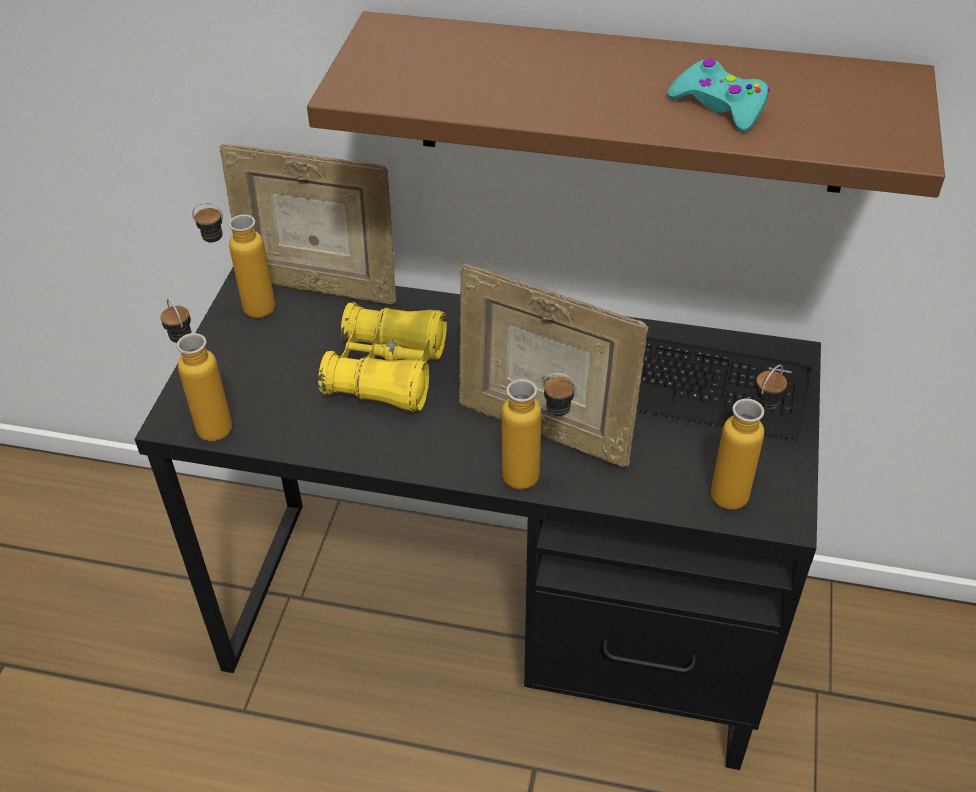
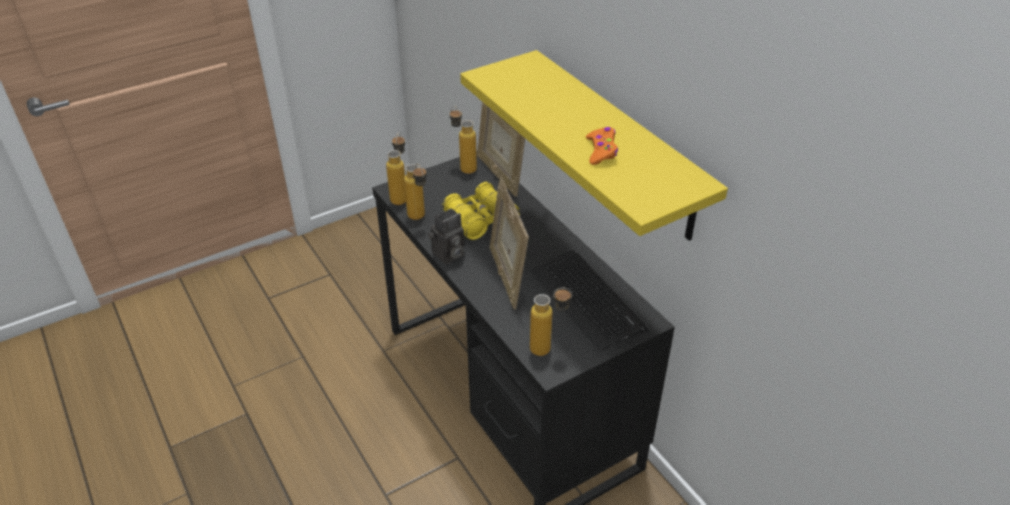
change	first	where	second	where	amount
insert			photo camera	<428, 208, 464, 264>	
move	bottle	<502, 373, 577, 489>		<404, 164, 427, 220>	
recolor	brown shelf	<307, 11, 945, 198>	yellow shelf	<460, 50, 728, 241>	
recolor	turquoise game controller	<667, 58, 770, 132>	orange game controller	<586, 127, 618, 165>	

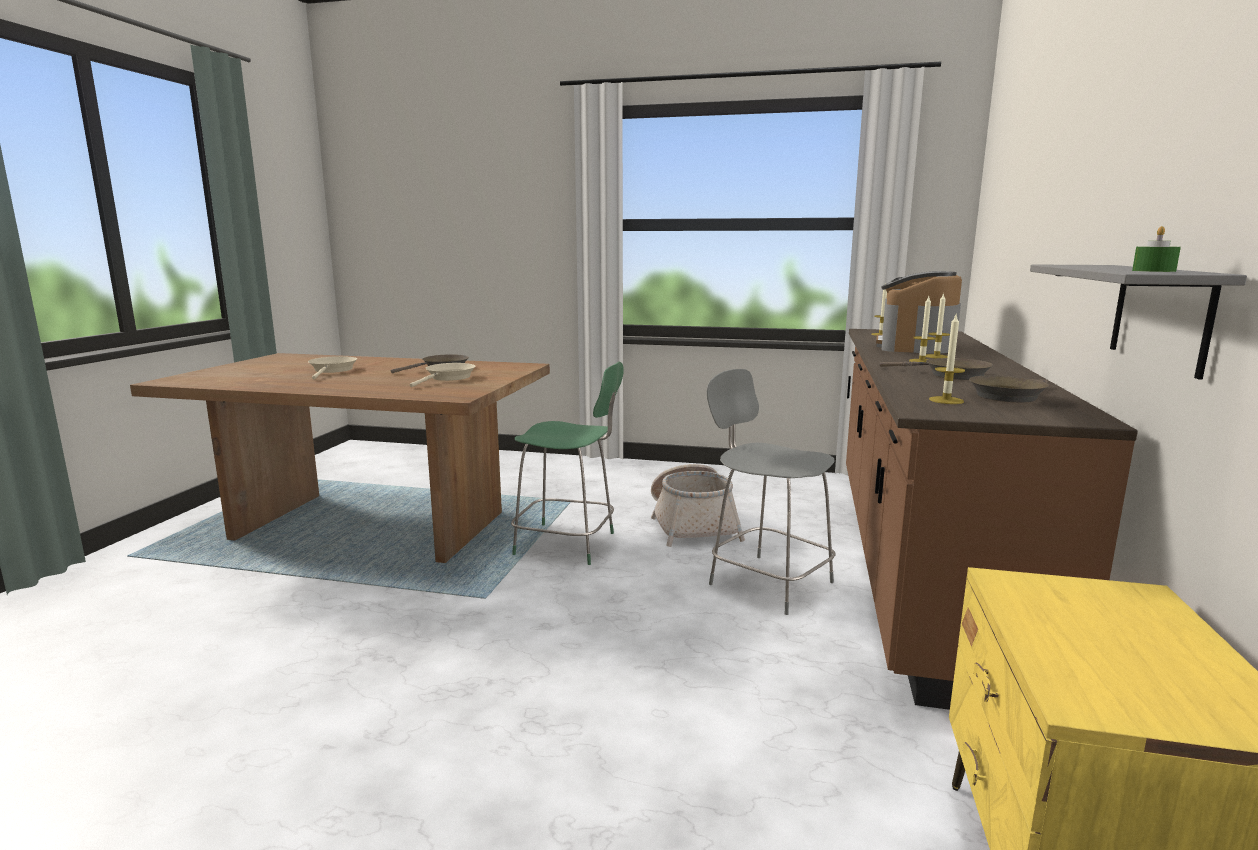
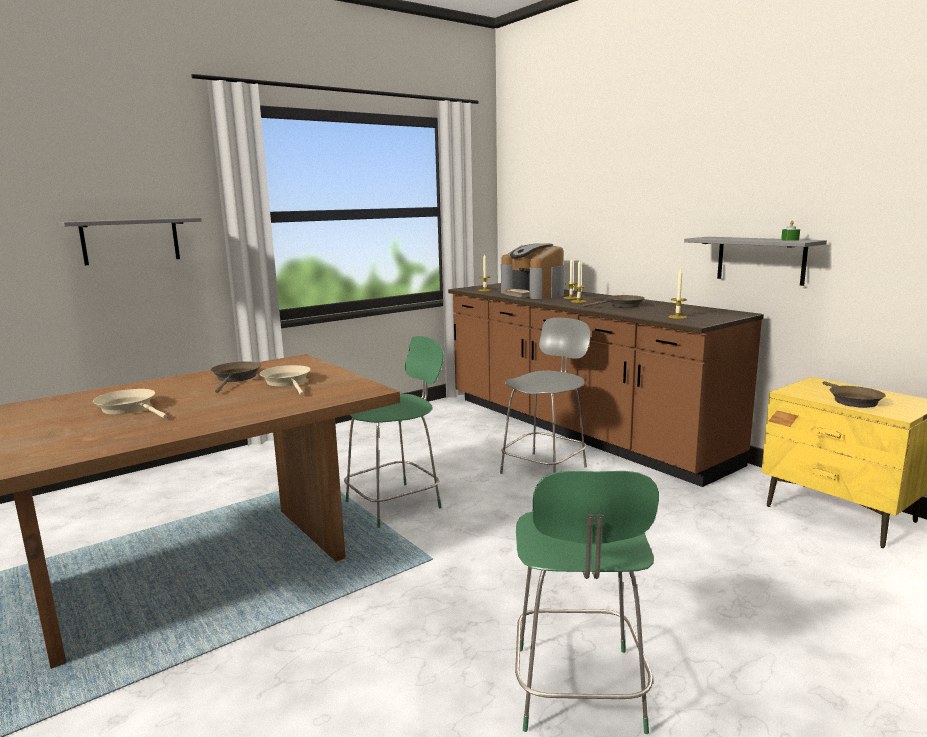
change	first	where	second	where	amount
delete	basket	<651, 464, 745, 547>			
insert			grey shelf	<59, 218, 202, 265>	
insert			green chair	<515, 471, 659, 734>	
move	brown frying pan	<969, 375, 1049, 402>		<823, 381, 886, 408>	
rotate	grey chair	<707, 369, 836, 615>		<500, 318, 591, 474>	135 degrees clockwise

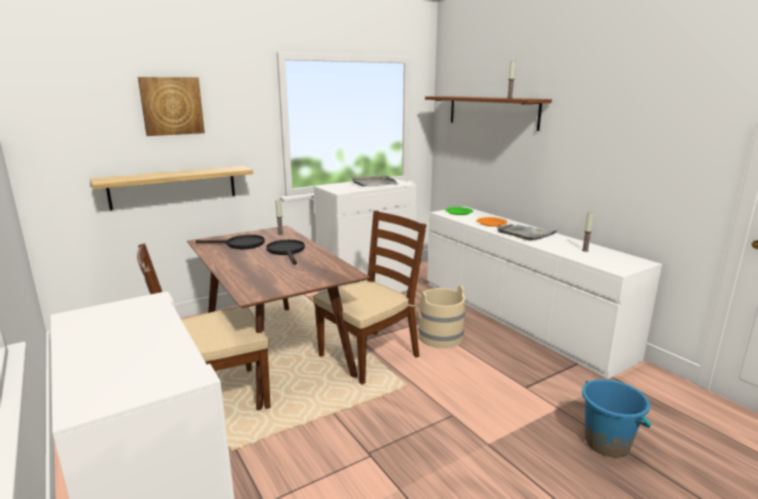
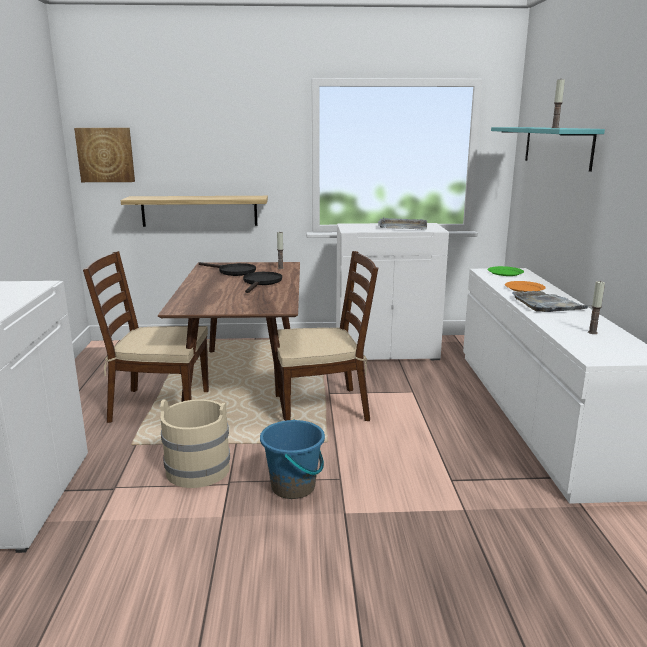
change	first	where	second	where	amount
move	picture	<138, 77, 205, 136>		<74, 128, 135, 182>	
move	beige bucket	<418, 285, 465, 348>		<160, 399, 230, 488>	
move	blue bucket	<582, 379, 651, 458>		<260, 419, 325, 499>	
recolor	brown shelf	<425, 96, 552, 131>	turquoise shelf	<491, 127, 605, 172>	

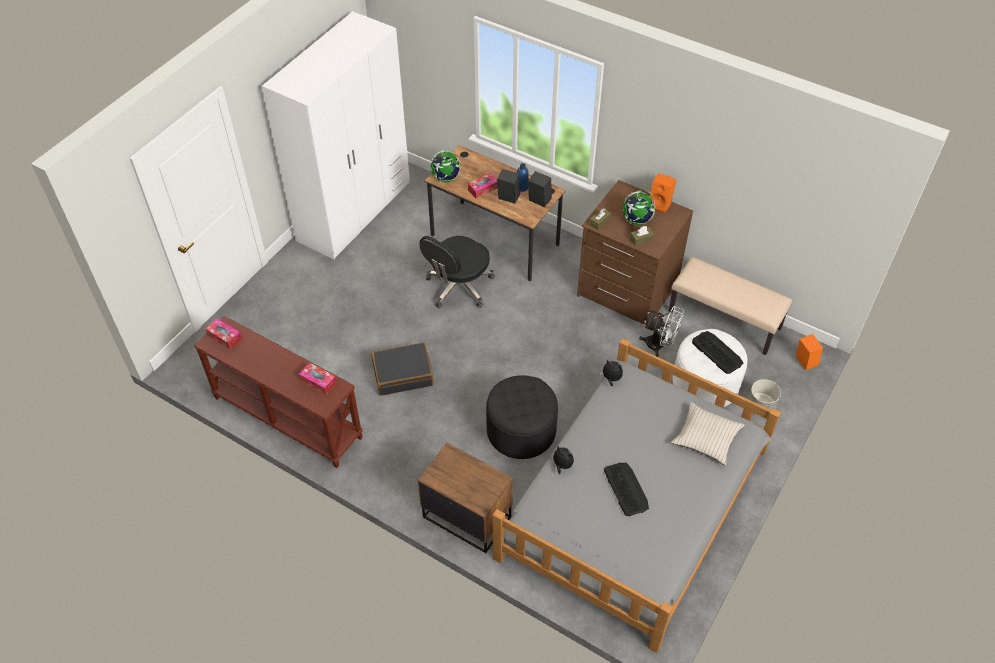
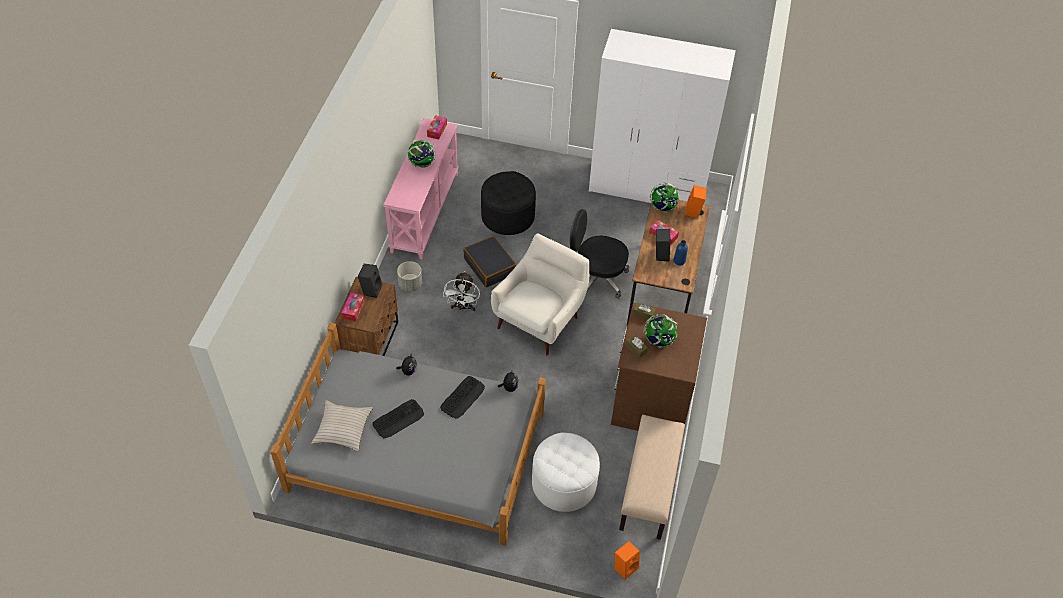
change	first	where	second	where	amount
insert			globe	<407, 138, 436, 168>	
insert			white armchair	<491, 233, 589, 355>	
move	tissue box	<299, 362, 337, 394>		<342, 292, 365, 321>	
move	black ottoman	<486, 375, 558, 459>		<481, 171, 536, 235>	
move	black speaker	<528, 171, 552, 207>		<358, 264, 382, 298>	
move	white fan	<639, 306, 684, 357>		<443, 272, 480, 311>	
move	orange speaker	<650, 173, 676, 213>		<685, 185, 707, 218>	
move	beige pillow	<671, 402, 744, 465>		<311, 400, 373, 451>	
move	keyboard	<692, 331, 744, 374>		<440, 376, 485, 419>	
move	grey planter	<748, 379, 781, 415>		<397, 261, 422, 292>	
recolor	brown console table	<194, 316, 363, 468>	pink console table	<384, 118, 459, 259>	

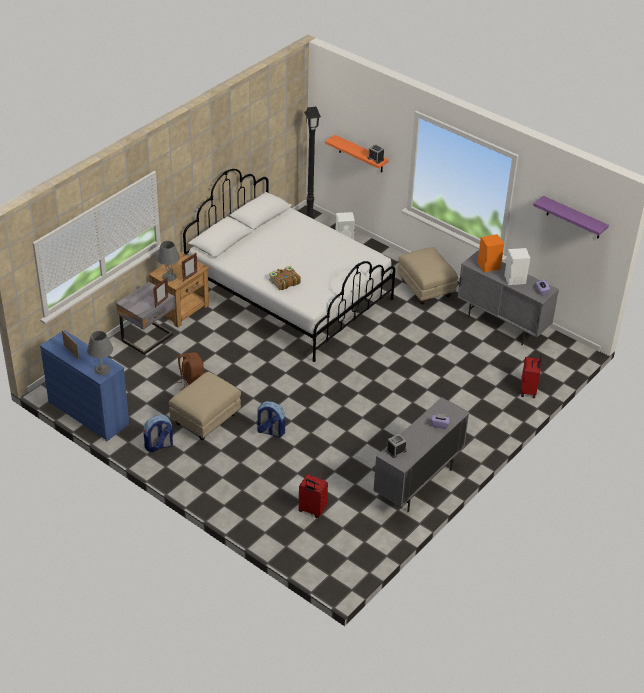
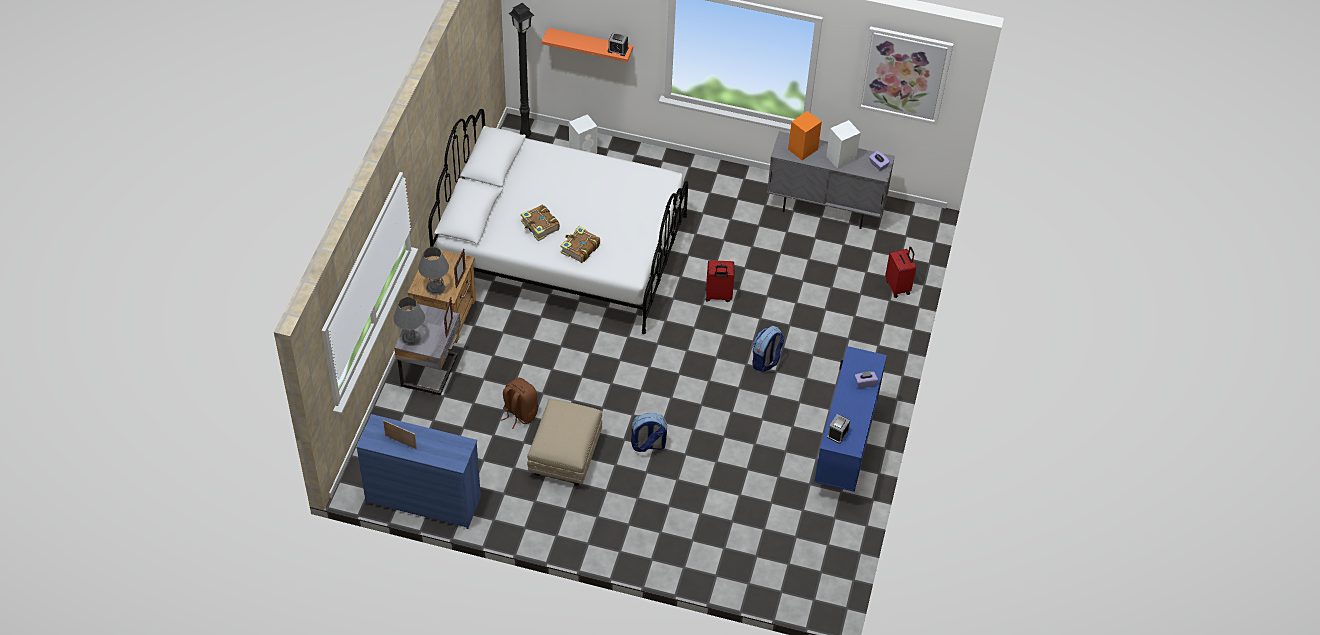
change	first	where	second	where	amount
delete	beige ottoman	<398, 247, 458, 304>			
insert			book	<521, 205, 560, 241>	
move	grey table lamp	<87, 331, 113, 375>		<393, 297, 425, 346>	
move	backpack	<143, 415, 173, 452>		<752, 326, 784, 372>	
move	red suitcase	<298, 474, 328, 518>		<705, 260, 734, 302>	
replace	purple shelf	<533, 196, 609, 239>	picture	<857, 26, 954, 125>	
recolor	grey cabinet	<373, 397, 469, 512>	blue cabinet	<814, 346, 887, 492>	

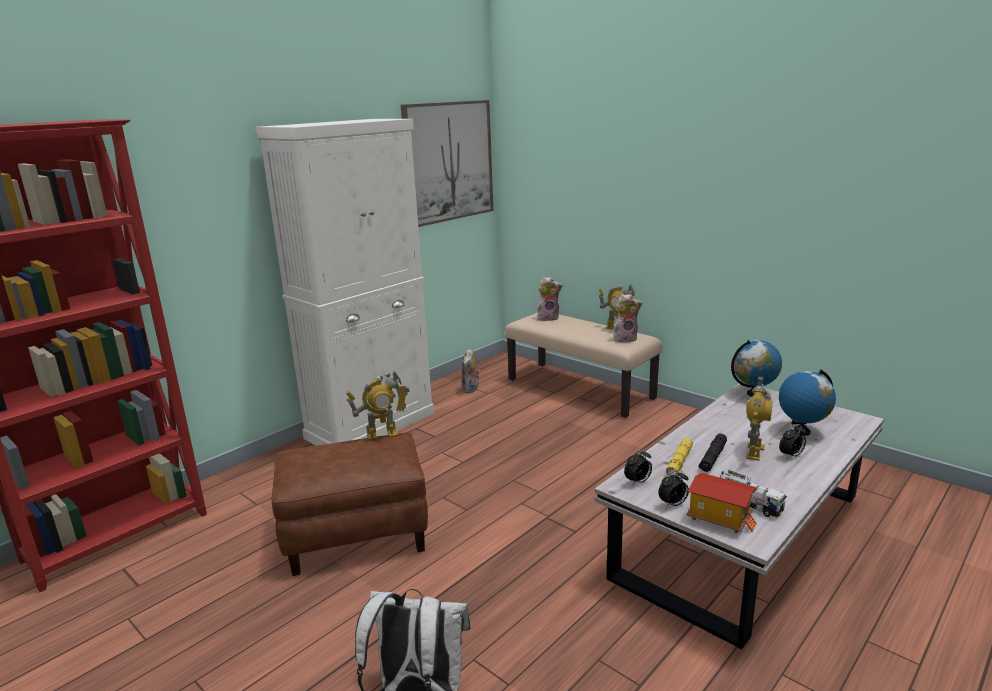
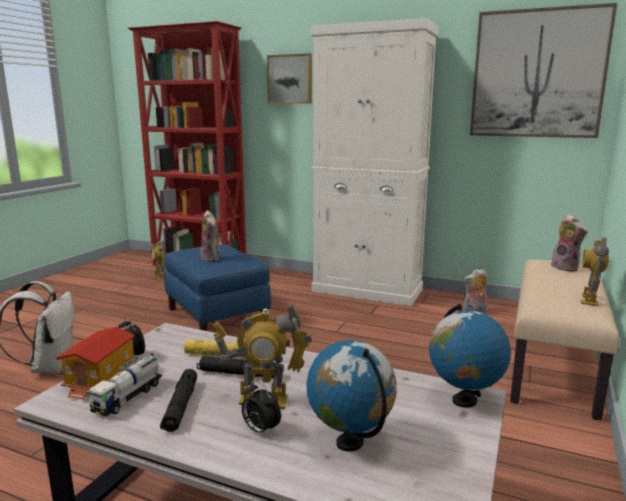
change	first	where	second	where	amount
delete	alarm clock	<624, 449, 652, 486>			
insert			black flashlight	<160, 369, 197, 432>	
insert			picture	<267, 54, 312, 104>	
move	toy robot	<346, 371, 410, 440>		<151, 241, 166, 280>	
move	plush toy	<613, 294, 642, 343>		<200, 210, 222, 262>	
recolor	brown ottoman	<272, 433, 428, 576>	blue ottoman	<164, 244, 271, 331>	

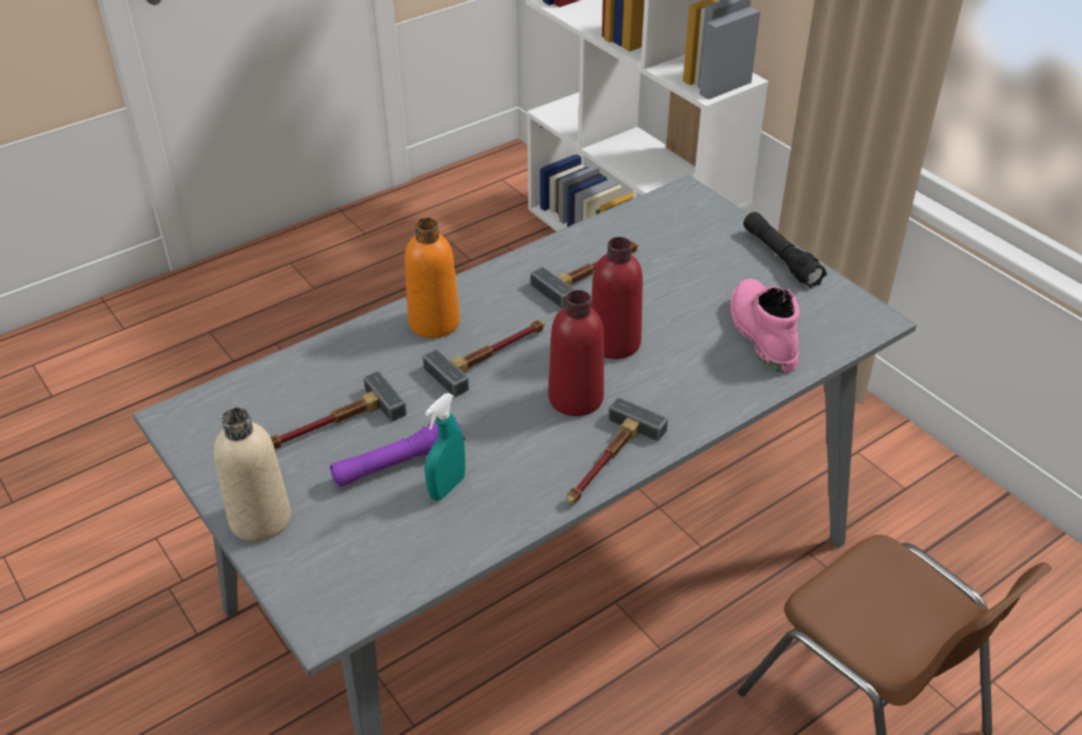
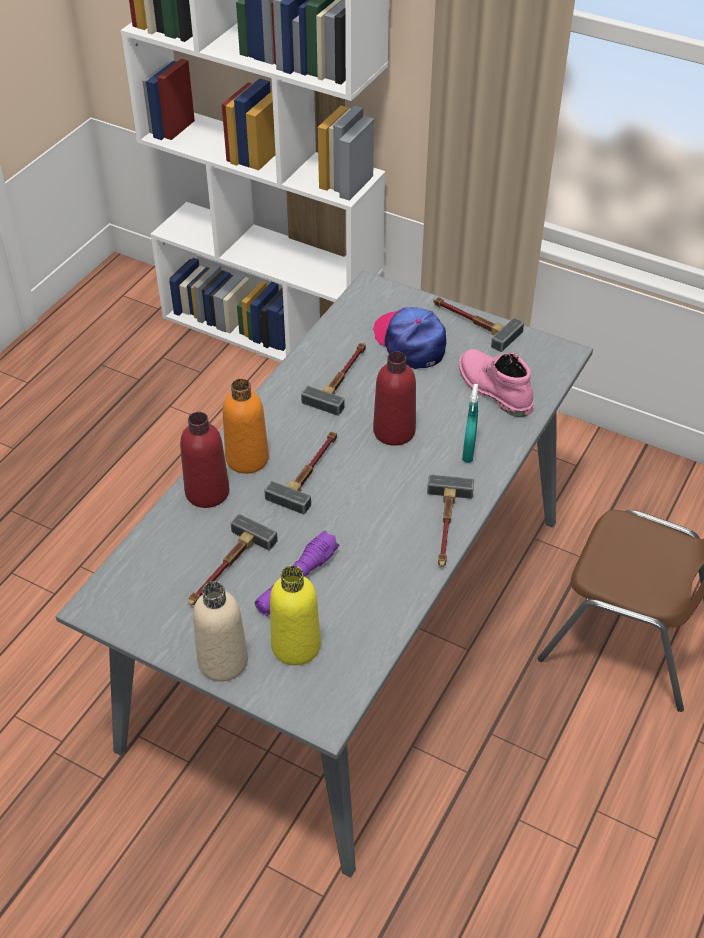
change	first	where	second	where	amount
insert			yellow bottle	<270, 566, 321, 665>	
insert			cap	<372, 307, 446, 369>	
move	turquoise spray bottle	<425, 393, 465, 500>		<462, 384, 478, 463>	
move	red bottle	<548, 290, 604, 416>		<180, 412, 229, 508>	
replace	black flashlight	<743, 212, 827, 288>	hammer	<433, 297, 524, 352>	

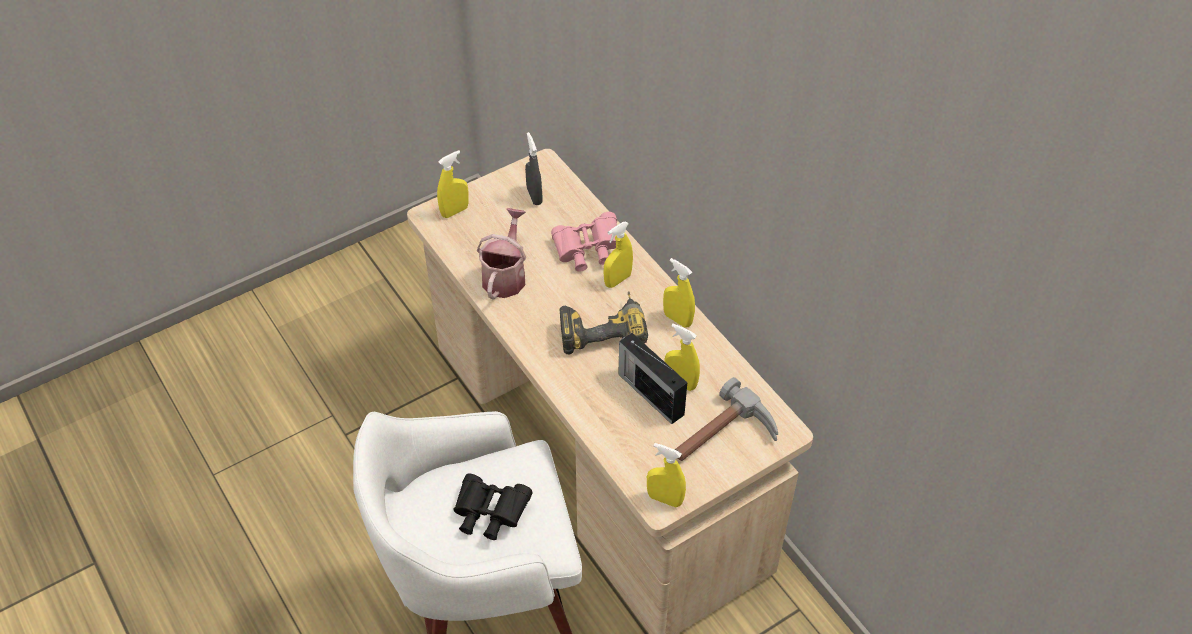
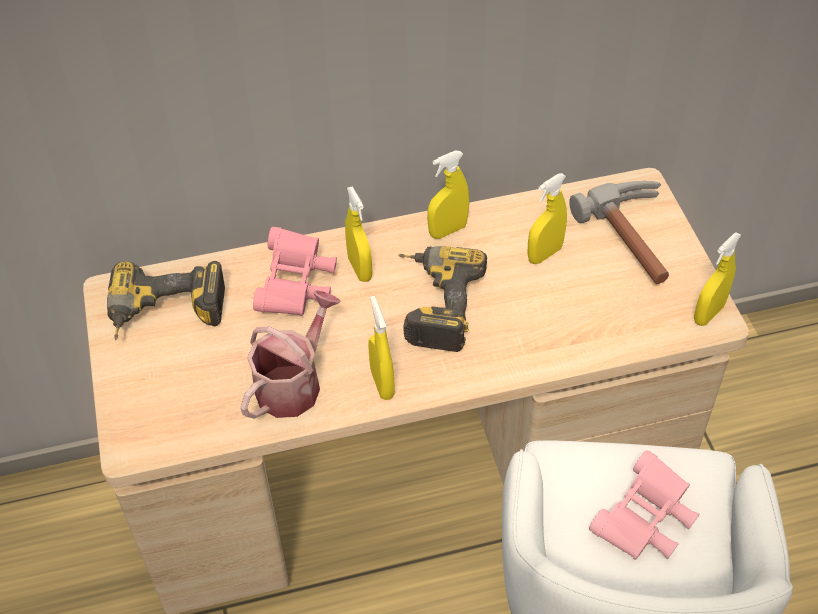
change	first	where	second	where	amount
delete	radio	<618, 333, 687, 424>			
move	yellow spray bottle	<437, 150, 469, 218>		<368, 296, 395, 400>	
replace	grey spray bottle	<525, 132, 543, 205>	power drill	<107, 261, 225, 340>	
recolor	black binoculars	<453, 473, 533, 540>	pink binoculars	<589, 450, 699, 560>	
rotate	watering can	<477, 208, 526, 300>		<240, 290, 341, 419>	90 degrees clockwise

